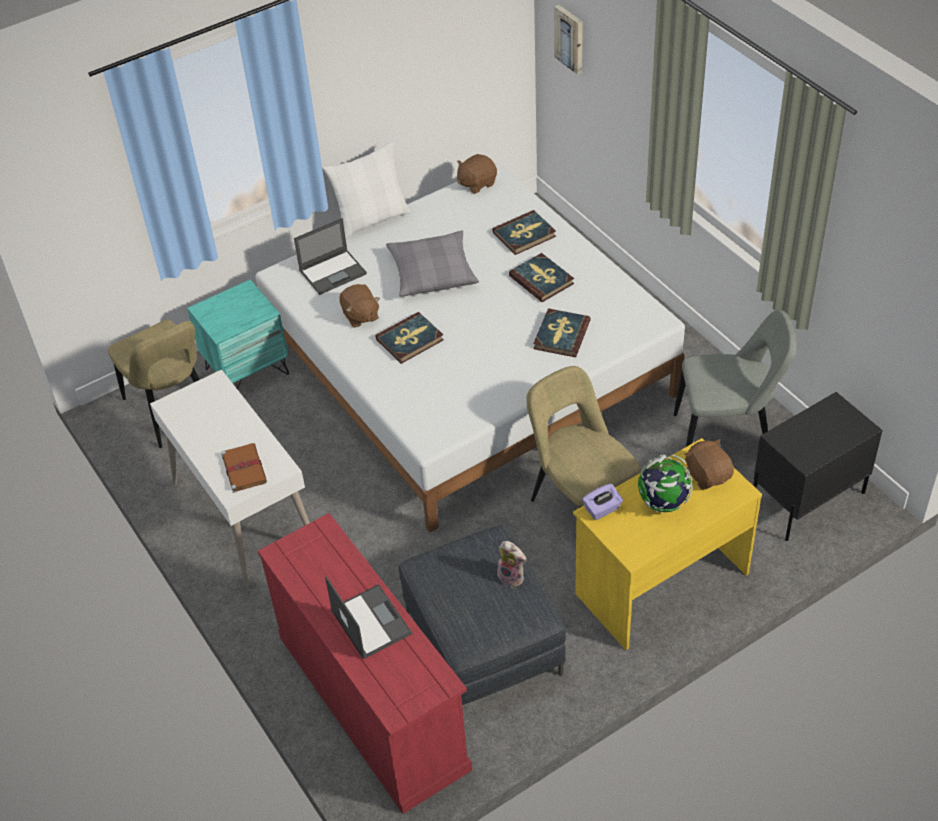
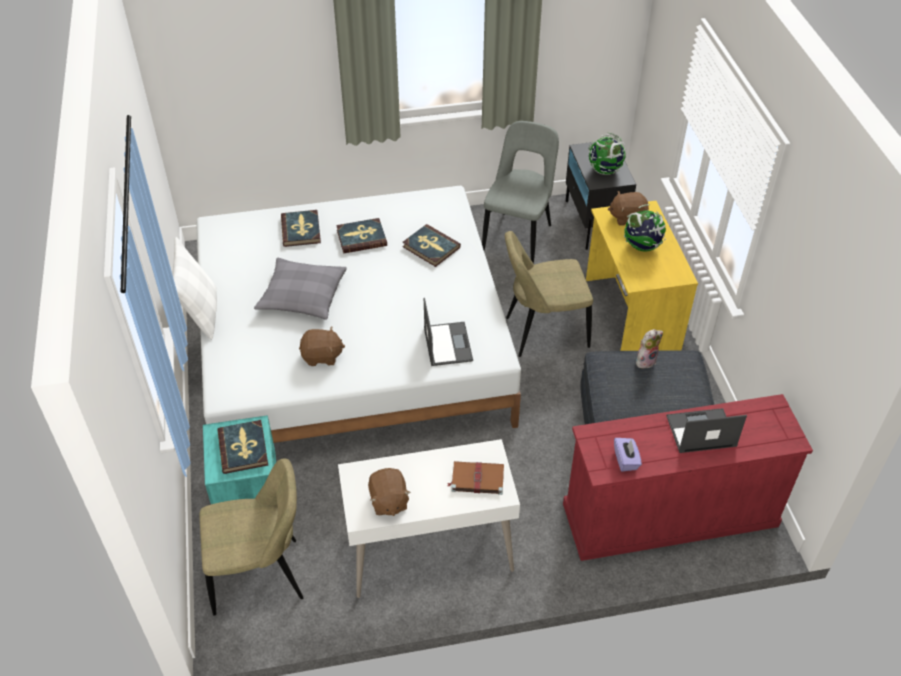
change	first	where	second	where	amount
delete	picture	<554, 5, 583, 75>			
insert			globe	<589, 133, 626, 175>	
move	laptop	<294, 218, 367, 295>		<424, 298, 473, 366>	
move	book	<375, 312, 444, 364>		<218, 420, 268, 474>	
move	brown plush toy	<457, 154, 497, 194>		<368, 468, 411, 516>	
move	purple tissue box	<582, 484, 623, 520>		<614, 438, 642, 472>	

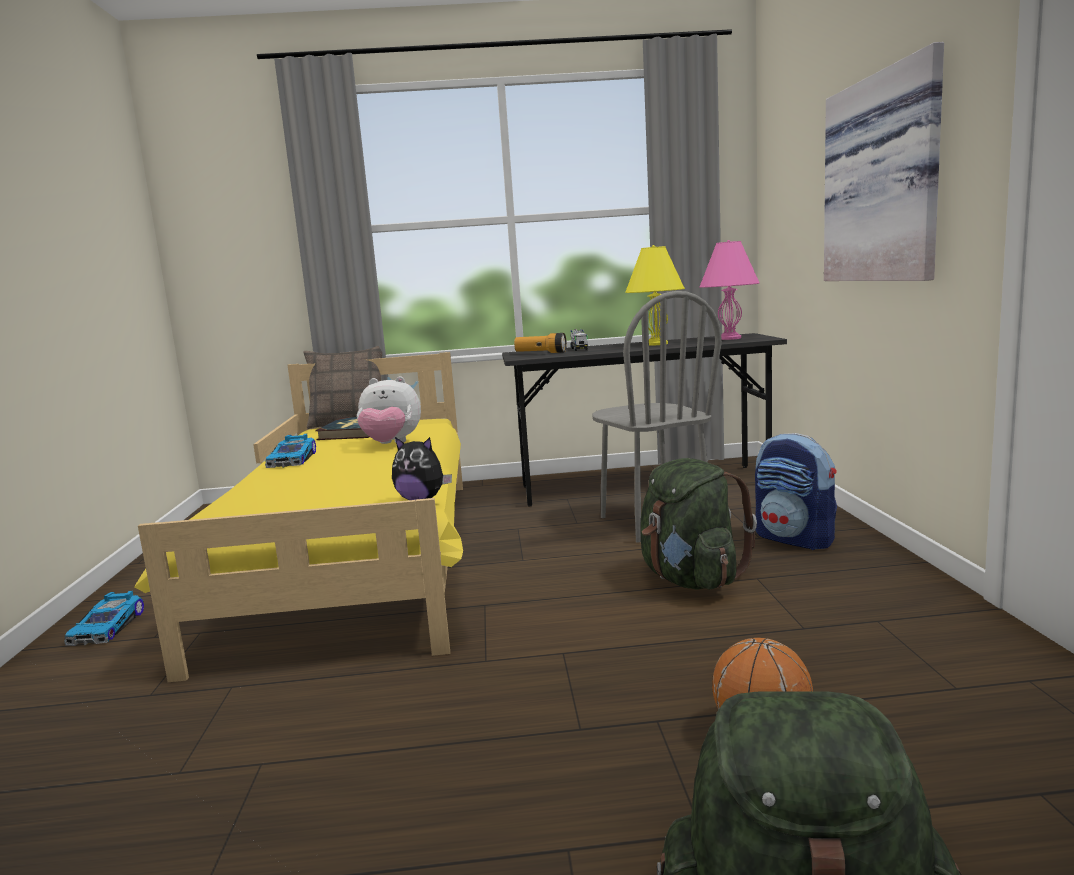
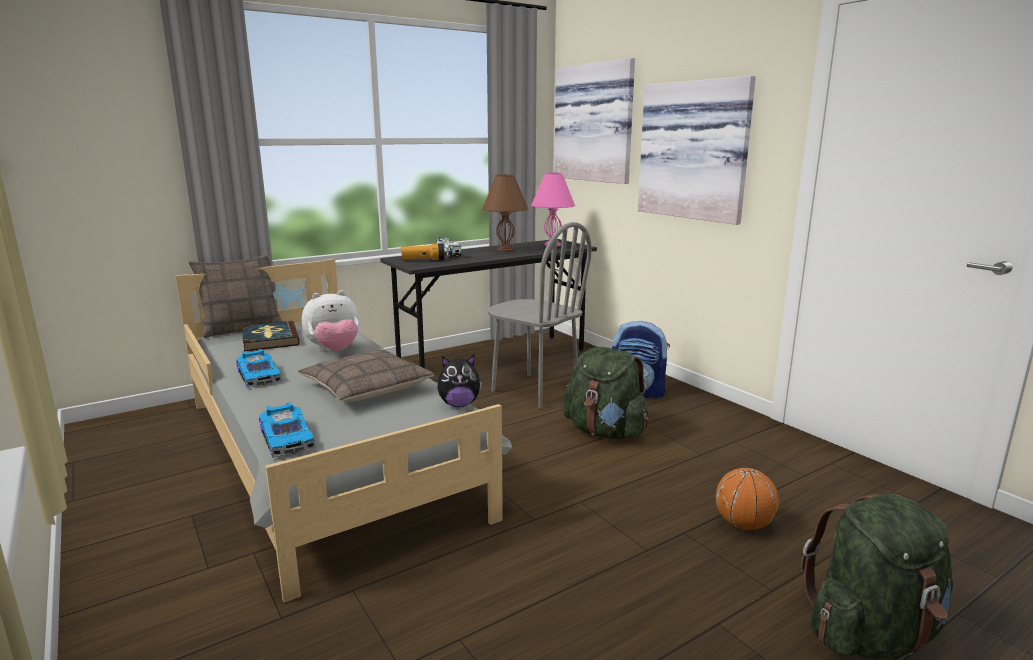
change	first	where	second	where	amount
insert			pillow	<298, 350, 434, 402>	
insert			picture	<554, 58, 635, 184>	
move	toy car	<64, 591, 144, 646>		<259, 402, 316, 458>	
recolor	yellow bed	<134, 352, 463, 682>	grey bed	<175, 259, 512, 603>	
recolor	yellow table lamp	<625, 245, 685, 345>	brown table lamp	<482, 174, 529, 252>	

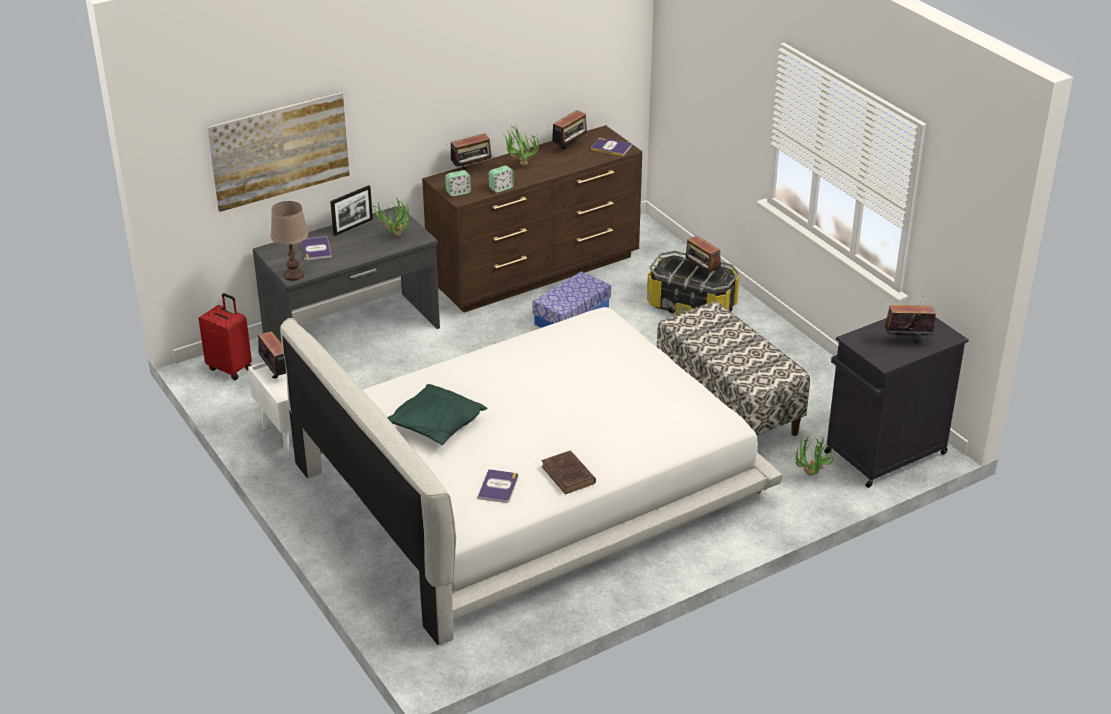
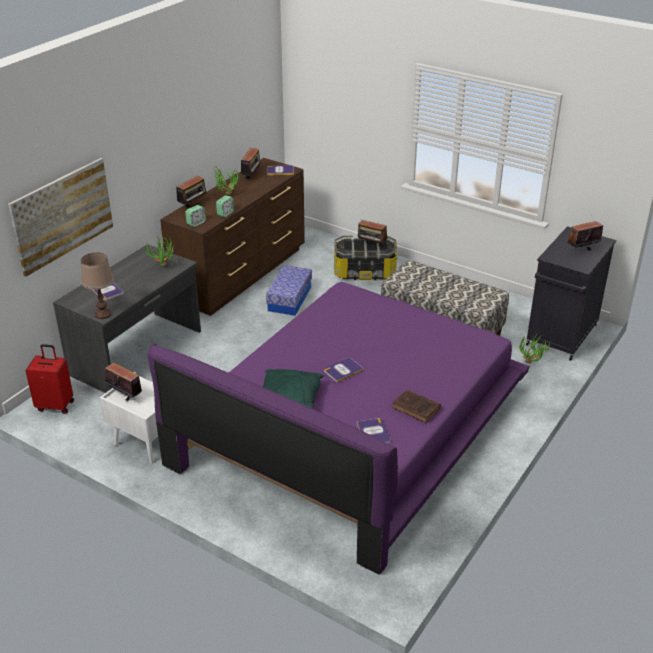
change	first	where	second	where	amount
delete	picture frame	<330, 185, 373, 236>			
insert			book	<324, 358, 364, 382>	
recolor	white bed	<280, 307, 783, 645>	purple bed	<148, 282, 530, 574>	

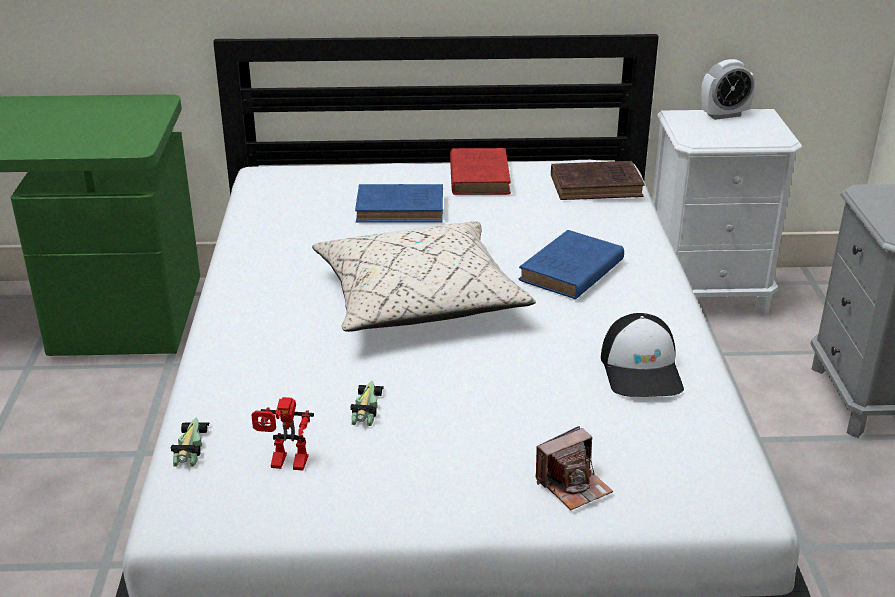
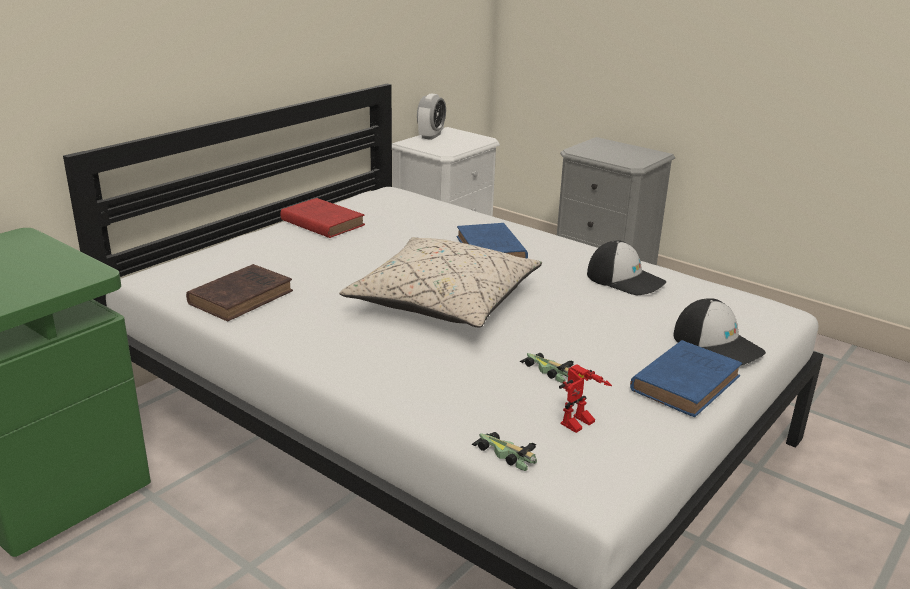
change	first	where	second	where	amount
move	blue book	<355, 184, 443, 223>		<630, 340, 742, 417>	
move	brown book	<551, 161, 645, 200>		<186, 264, 293, 321>	
replace	photo camera	<535, 426, 613, 510>	cap	<673, 298, 766, 365>	

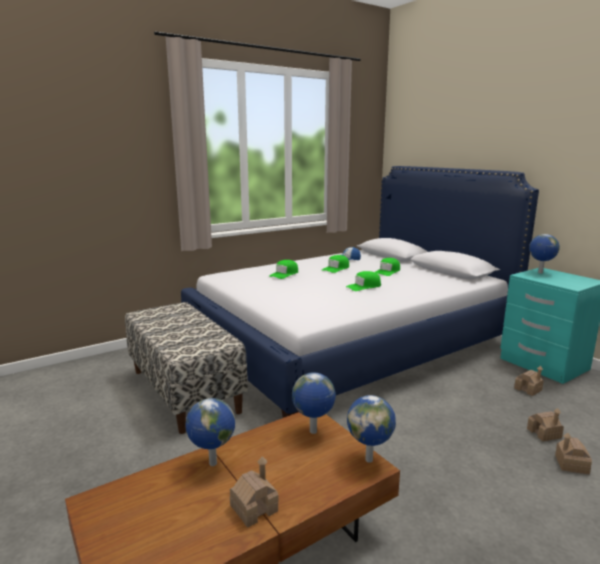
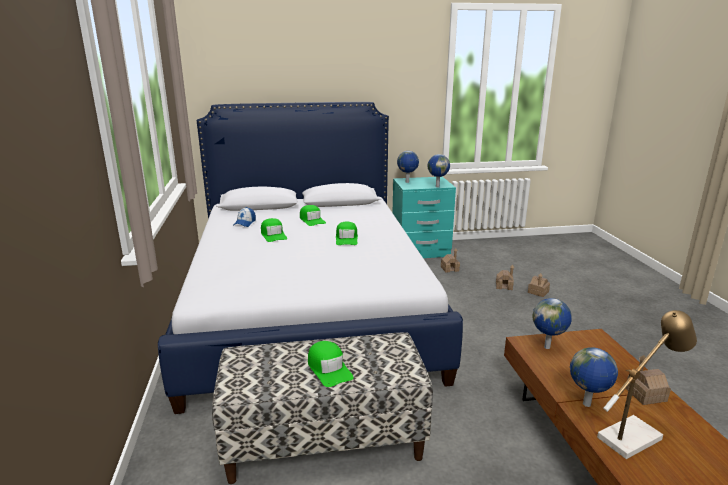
change	first	where	second	where	amount
insert			table lamp	<597, 310, 697, 459>	
move	green cap	<269, 260, 298, 279>		<308, 341, 354, 387>	
move	globe	<347, 395, 396, 463>		<427, 154, 450, 187>	

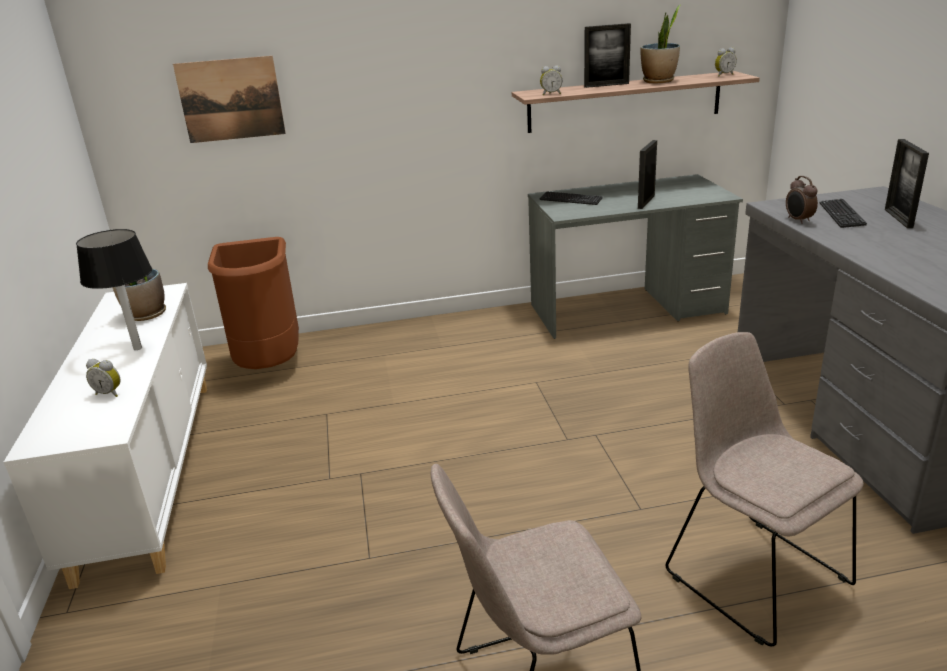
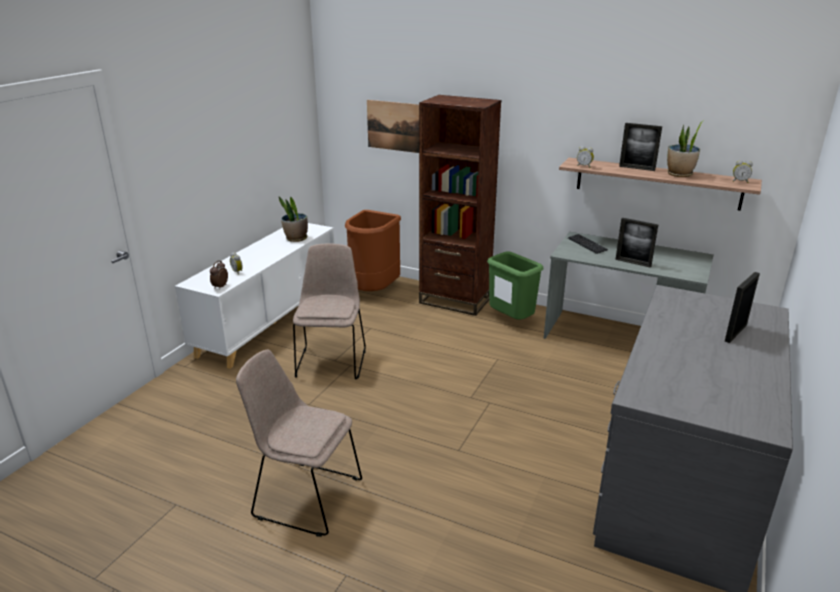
change	first	where	second	where	amount
delete	black table lamp	<76, 229, 152, 350>			
delete	keyboard	<820, 199, 867, 228>			
insert			brown bookcase	<419, 95, 502, 316>	
insert			green trash can	<487, 251, 543, 320>	
move	beige chair	<665, 332, 864, 646>		<293, 243, 366, 379>	
move	alarm clock	<786, 176, 818, 224>		<210, 260, 228, 289>	
rotate	picture frame	<638, 140, 657, 209>		<615, 218, 658, 267>	120 degrees counterclockwise

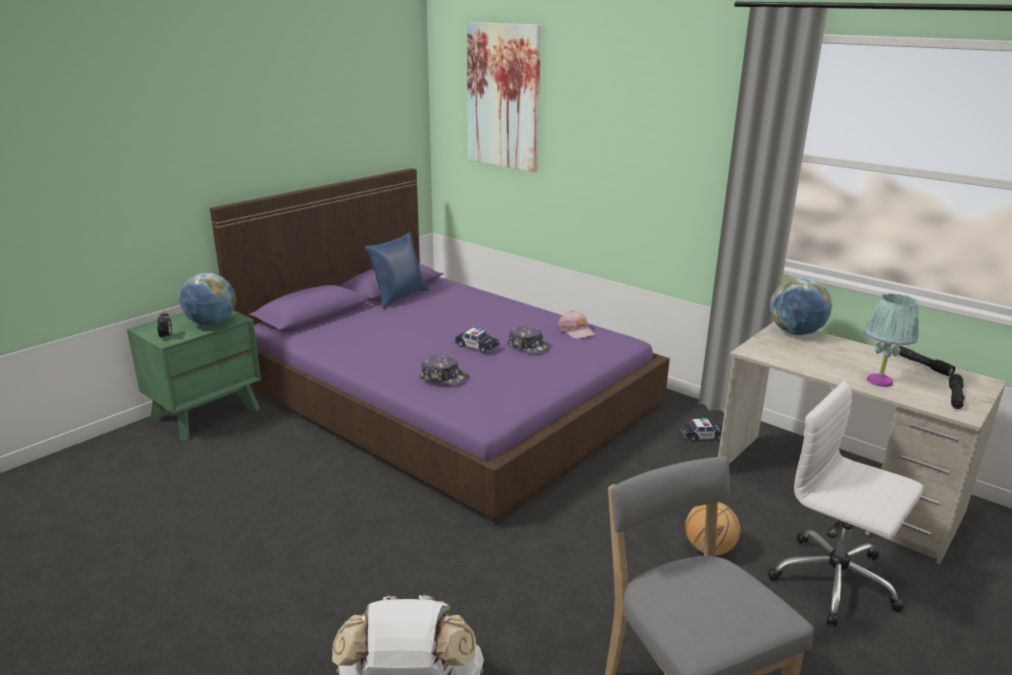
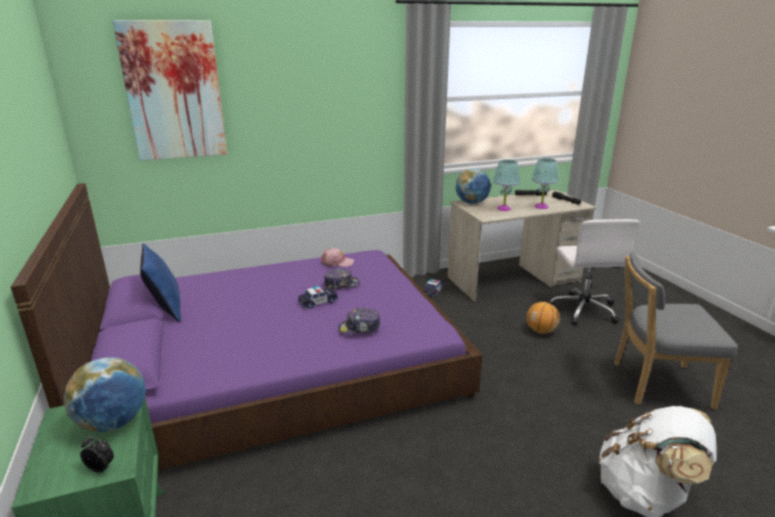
change	first	where	second	where	amount
insert			turquoise table lamp	<493, 160, 520, 211>	
rotate	cap	<420, 355, 469, 385>		<338, 308, 381, 334>	150 degrees counterclockwise
rotate	white office chair	<768, 381, 923, 627>		<547, 219, 640, 325>	75 degrees counterclockwise

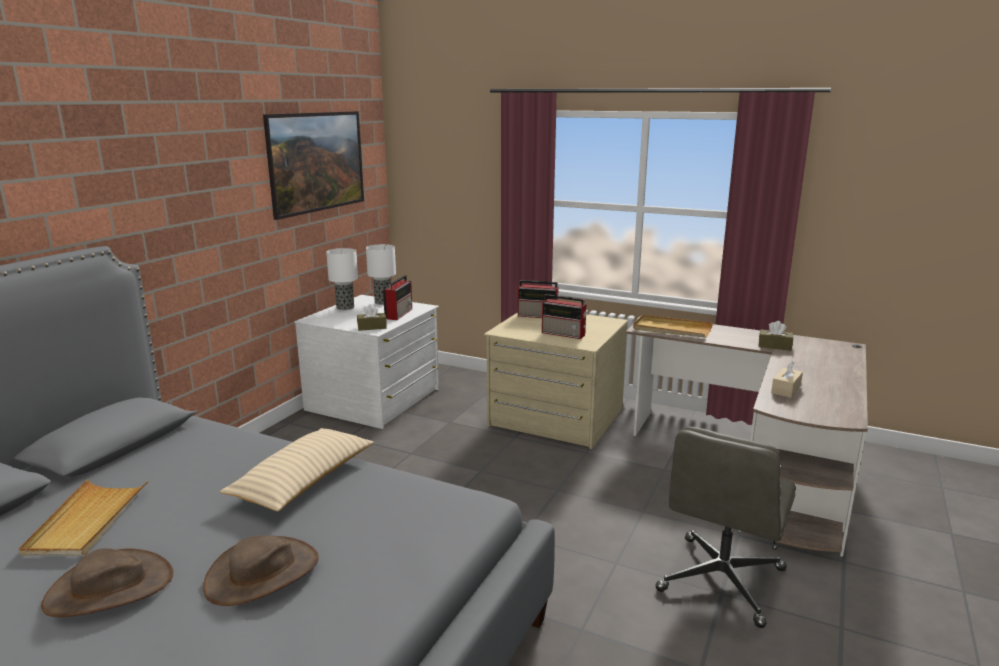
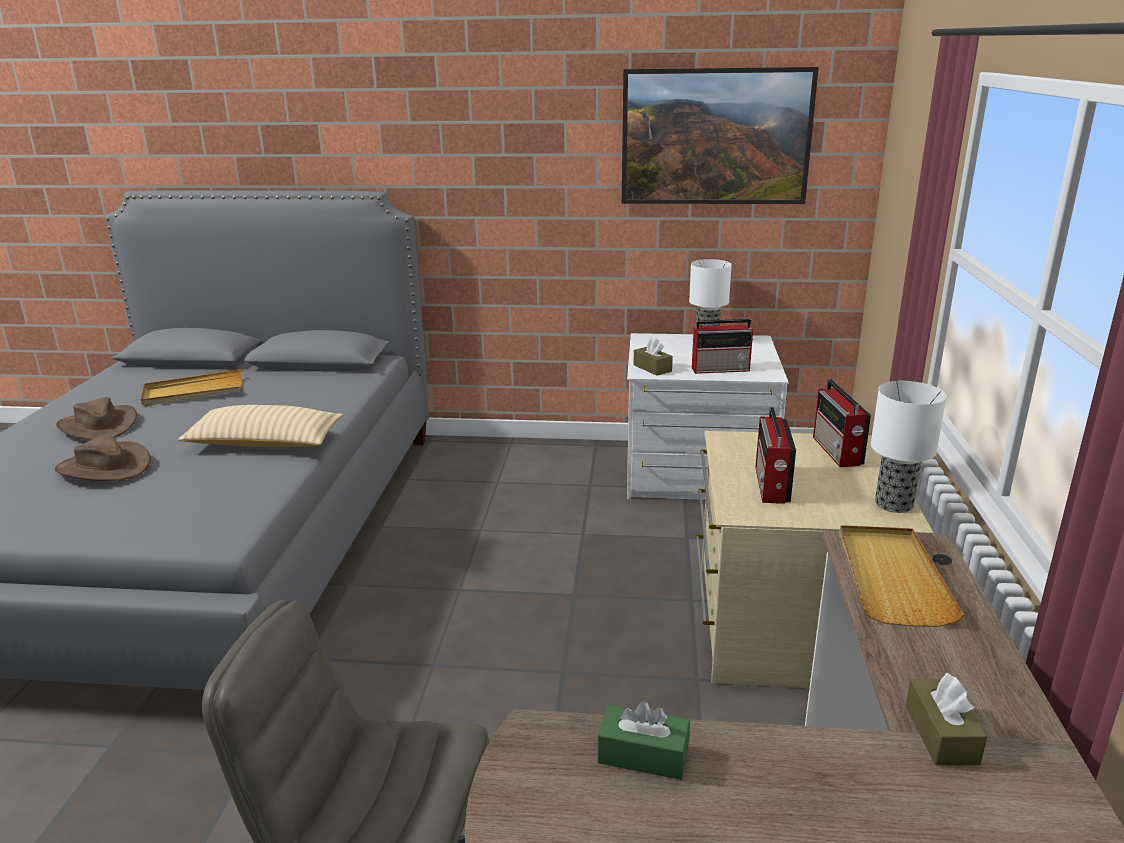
change	first	where	second	where	amount
move	table lamp	<366, 244, 396, 305>		<871, 381, 947, 513>	
recolor	beige tissue box	<771, 361, 803, 398>	green tissue box	<598, 701, 690, 780>	

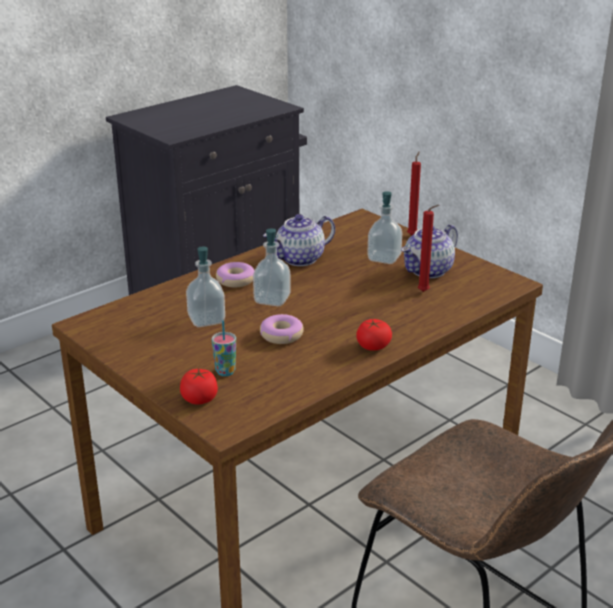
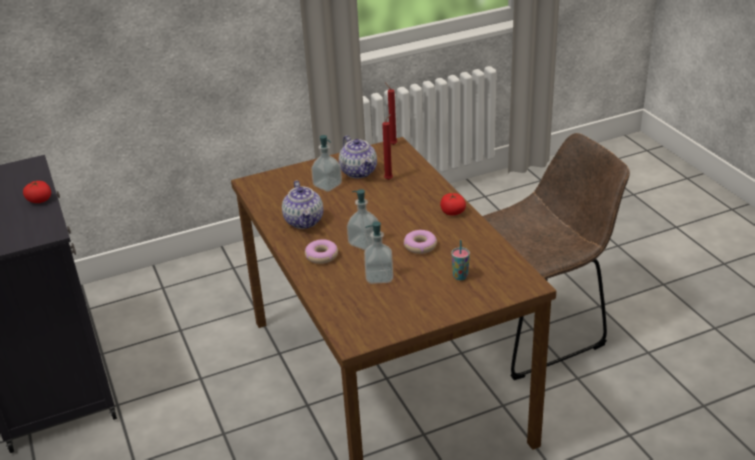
change	first	where	second	where	amount
move	tomato	<180, 369, 218, 405>		<23, 180, 51, 203>	
move	red candle	<407, 152, 421, 235>		<385, 83, 397, 145>	

